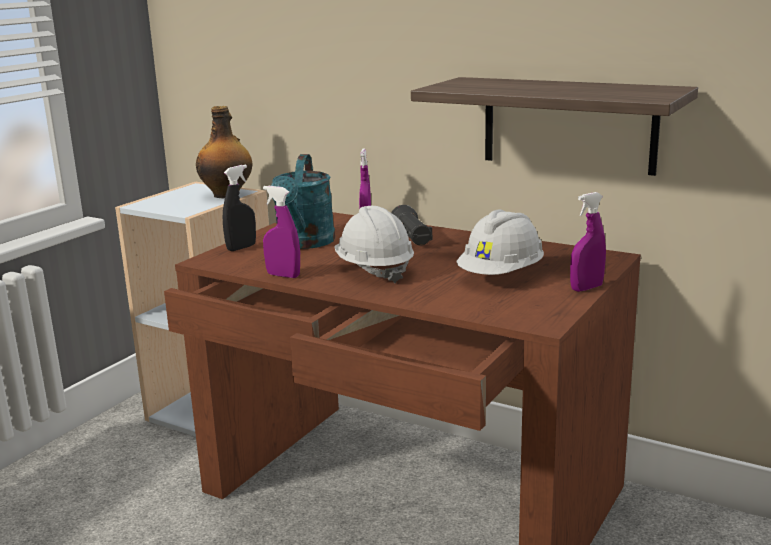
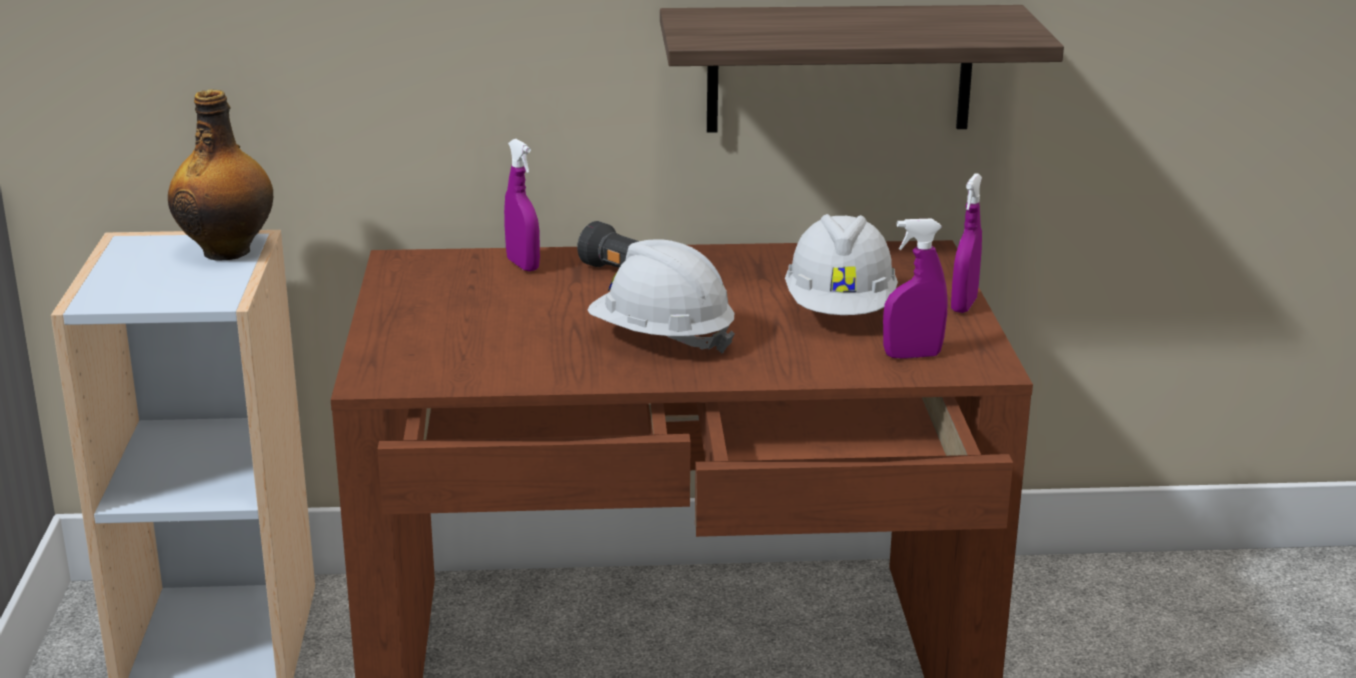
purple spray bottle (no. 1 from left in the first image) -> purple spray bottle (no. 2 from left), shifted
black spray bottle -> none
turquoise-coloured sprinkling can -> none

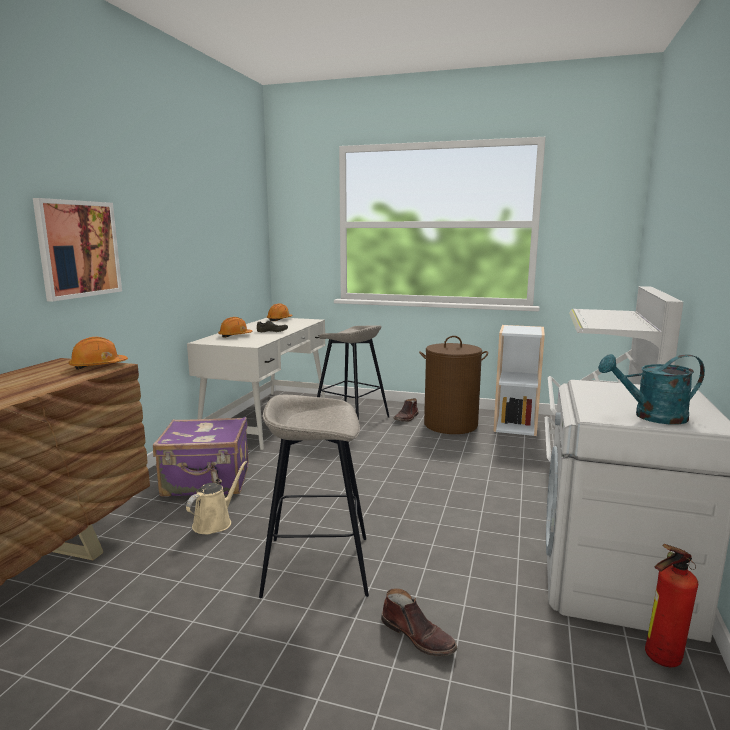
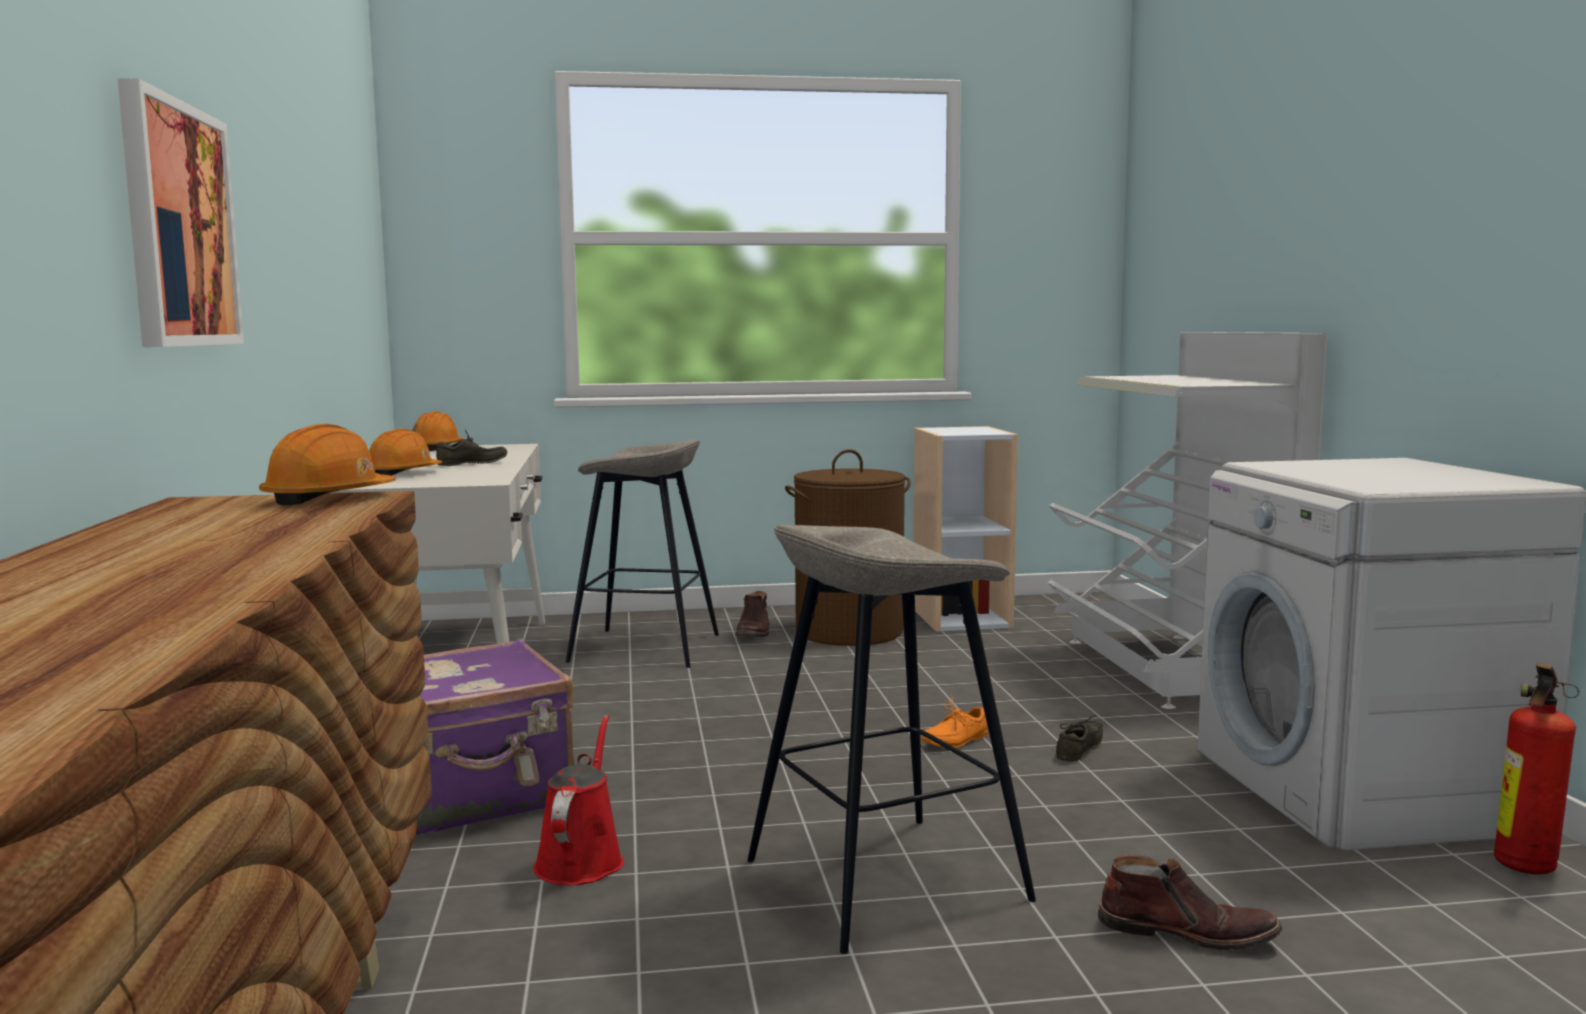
sand-coloured sprinkling can -> reddish sprinkling can
none -> orangey shoe
none -> gray shoe (no. 2 from left)
turquoise-coloured sprinkling can -> none

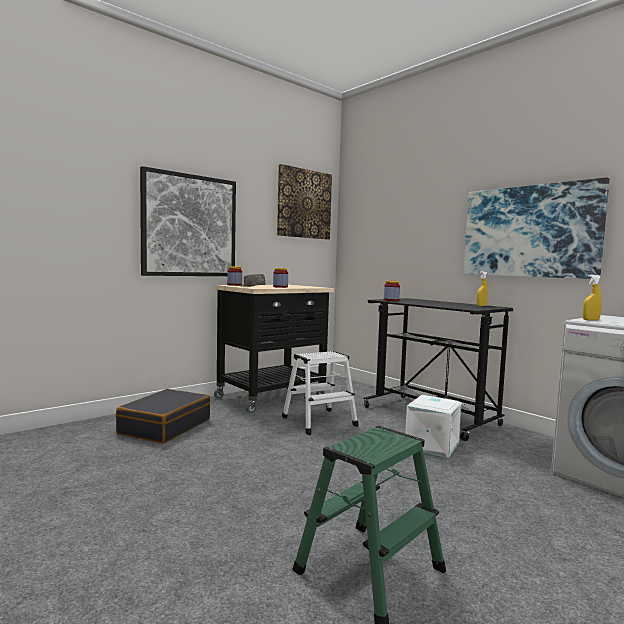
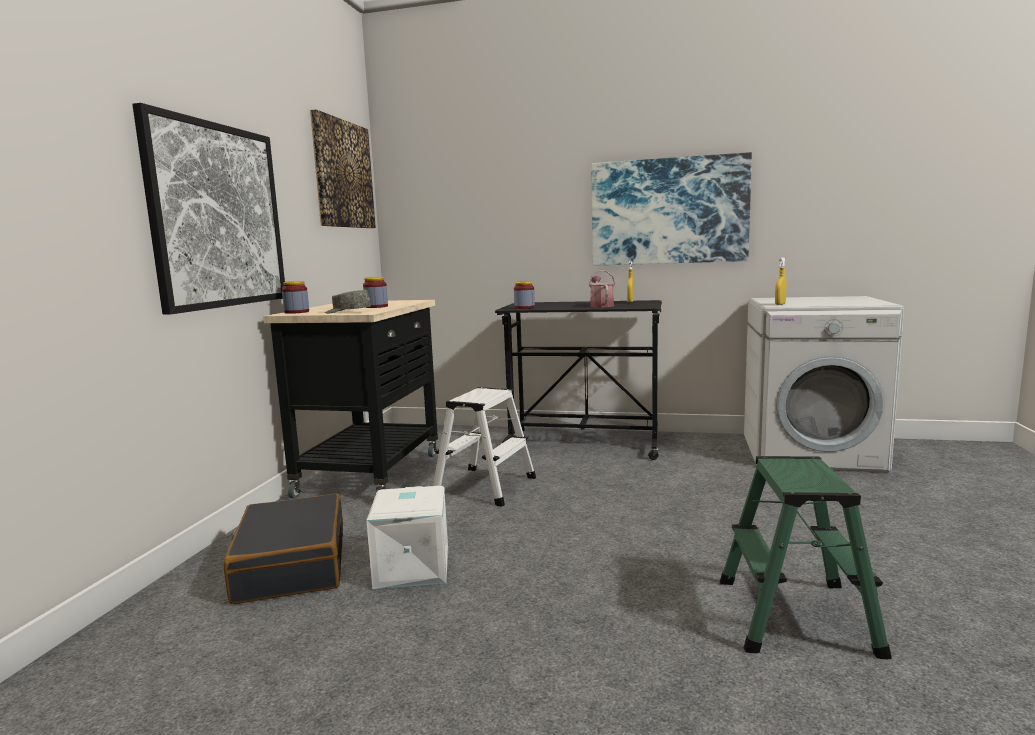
whitish storage box, shifted
none -> sprinkling can

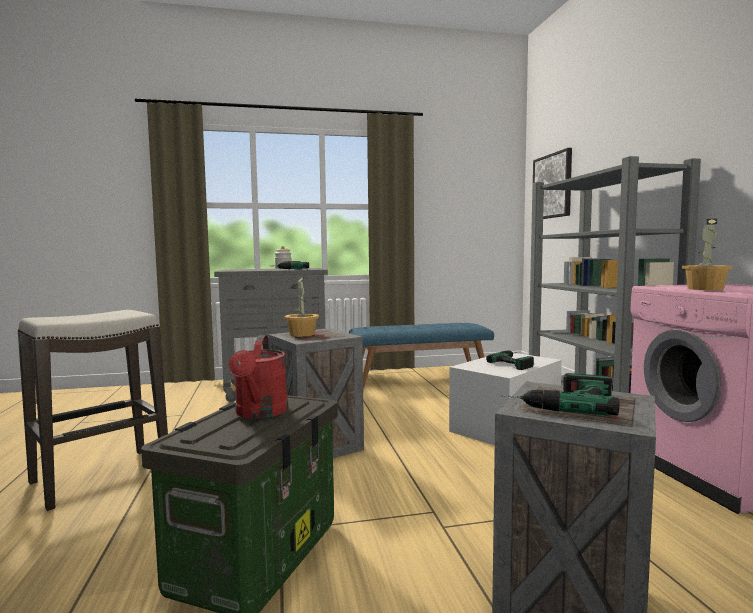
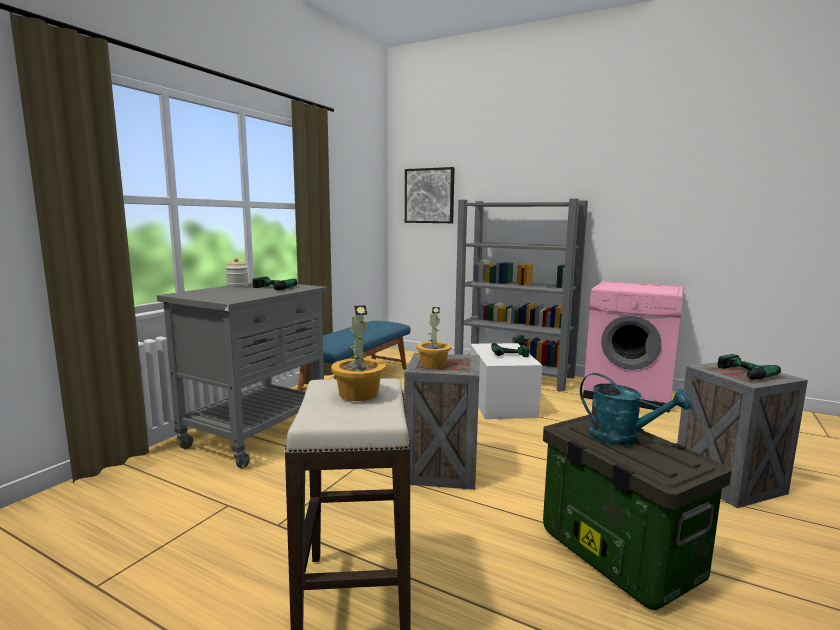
houseplant (no. 2 from left in the first image) -> houseplant (no. 1 from left), shifted
reddish sprinkling can -> turquoise-coloured sprinkling can

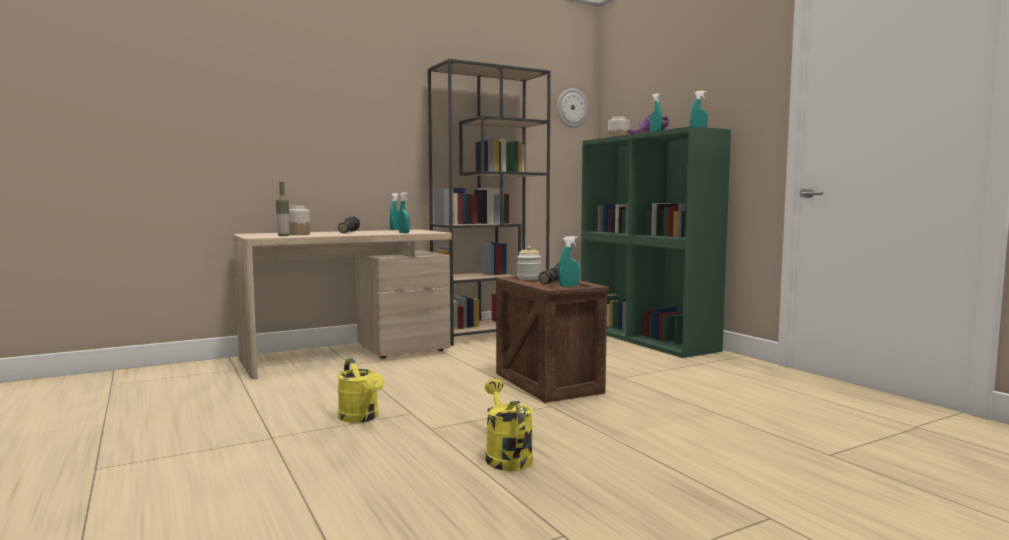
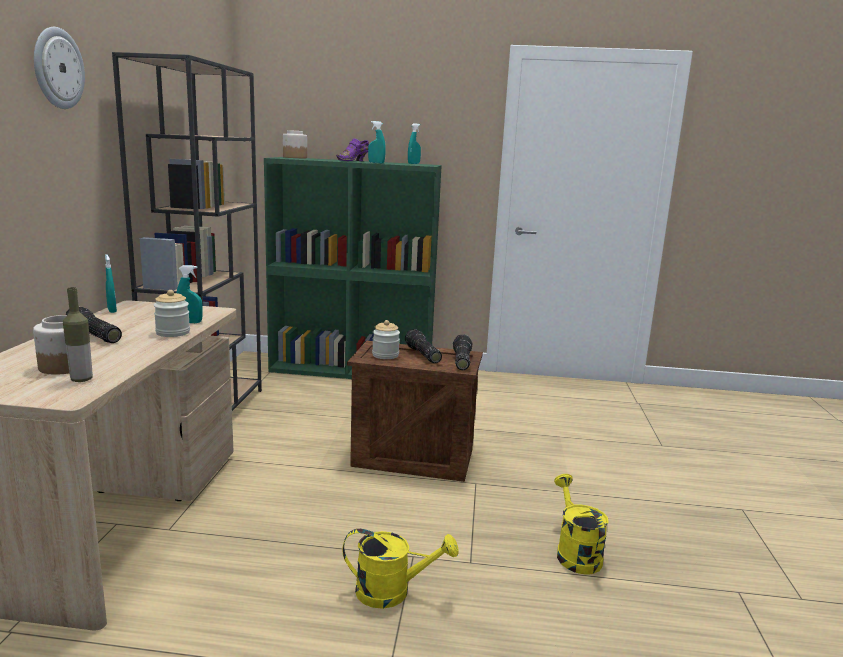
clock on the wall, shifted
none -> preserve jar (no. 2 from left)
turquoise-coloured spray bottle (no. 3 from left) -> hand torch (no. 3 from left)
yellowish sprinkling can (no. 2 from left), 60 degrees clockwise

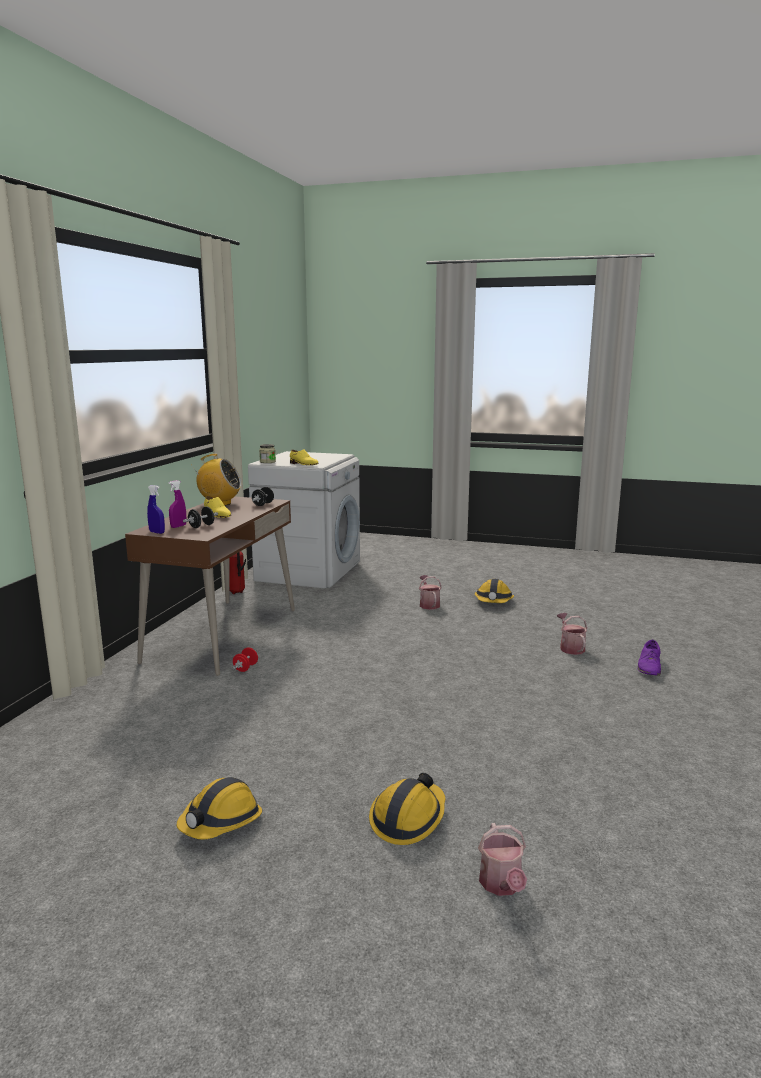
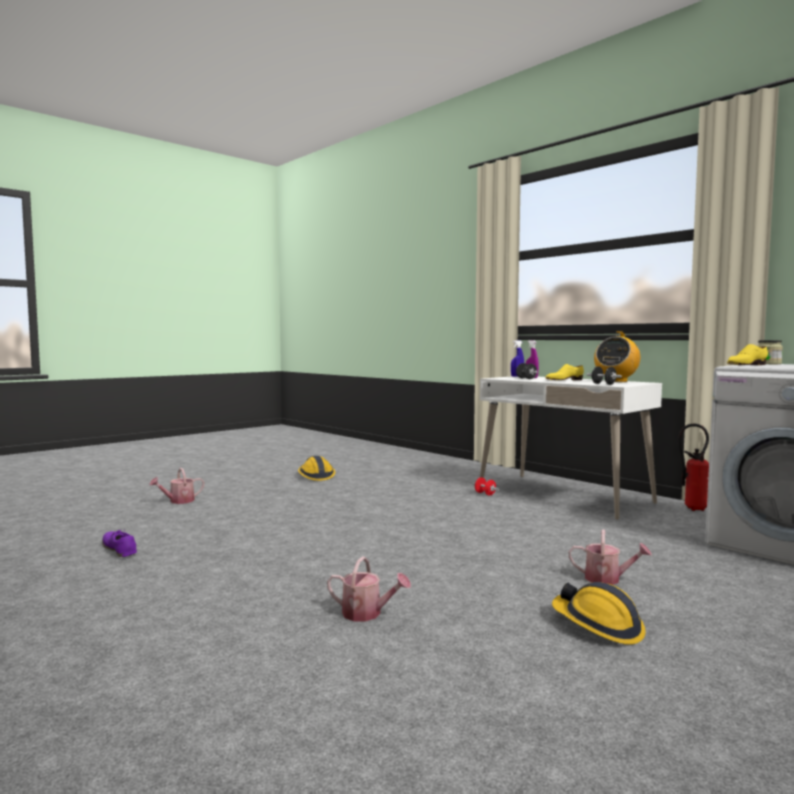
purple shoe, shifted
sprinkling can (no. 2 from left in the first image) -> sprinkling can (no. 1 from left), 60 degrees counterclockwise
brown-coloured desk table -> whitish desk table
hard hat (no. 2 from left) -> none

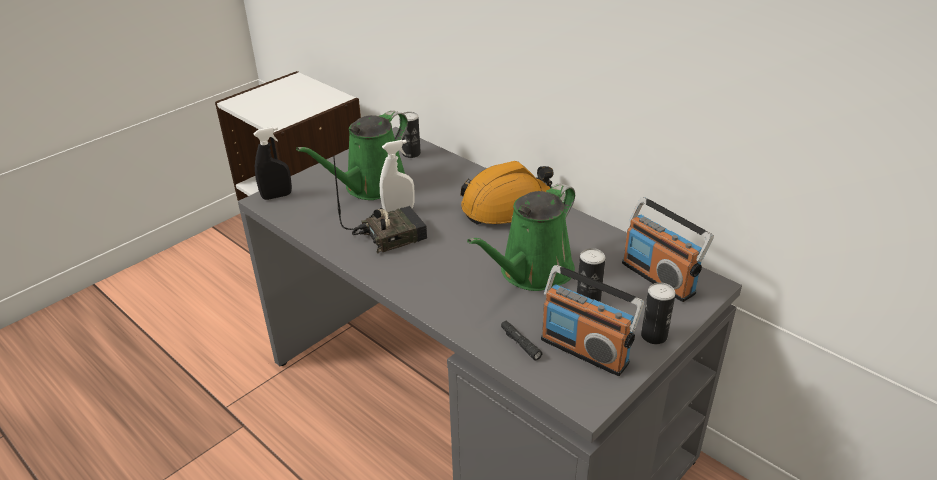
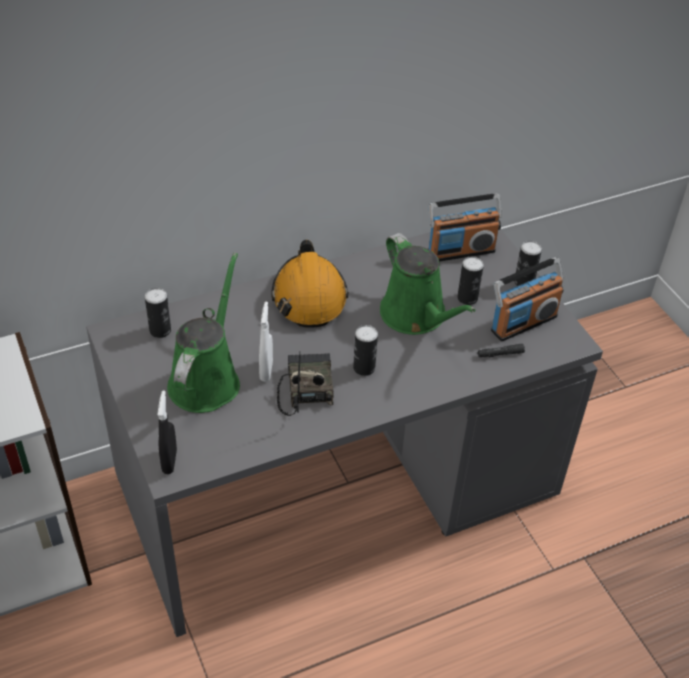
green sprinkling can (no. 1 from left), 135 degrees counterclockwise
none -> can (no. 2 from left)

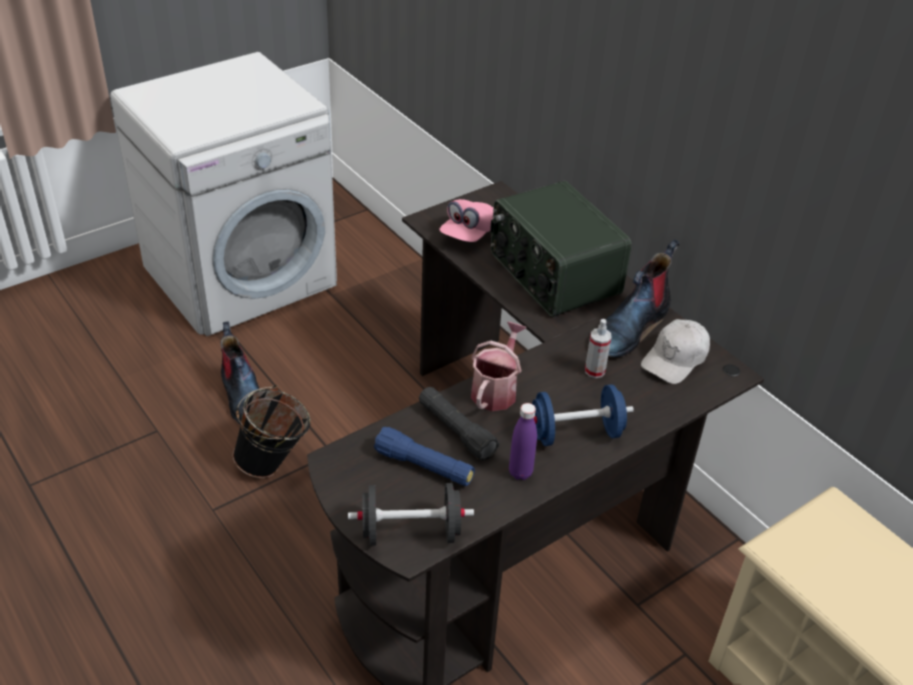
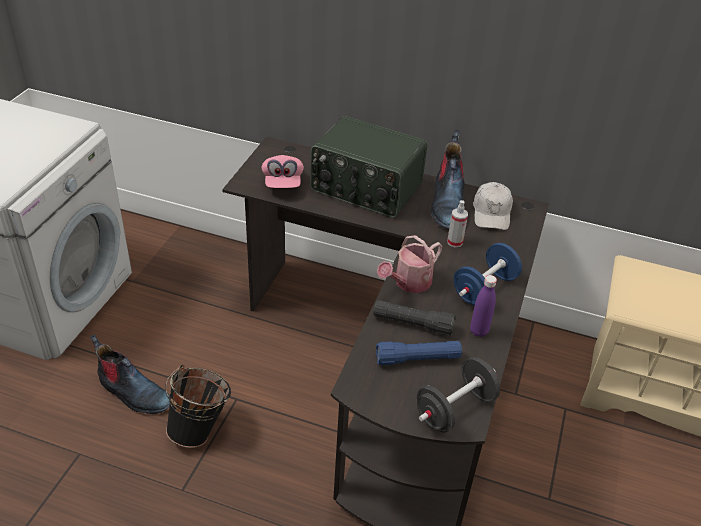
sprinkling can, 120 degrees counterclockwise

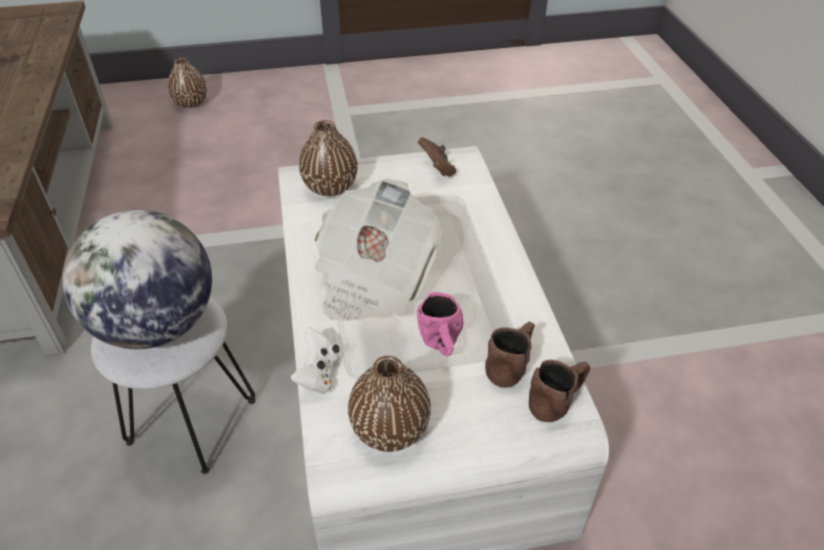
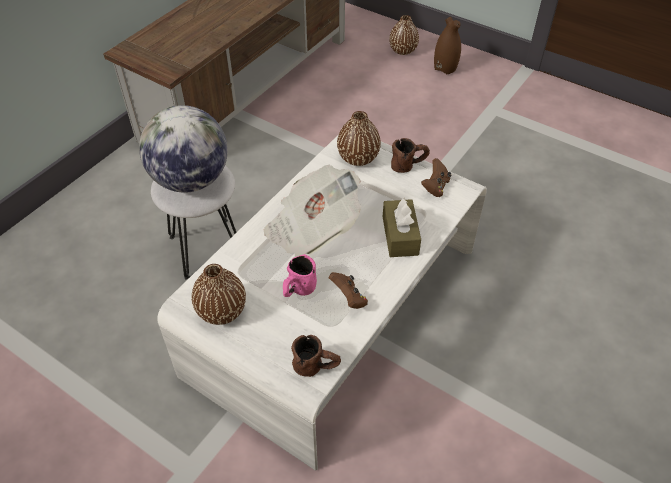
none -> brown-coloured gamepad (no. 1 from left)
none -> brown-coloured tissue holder
brown-coloured coffee mug (no. 1 from left in the first image) -> brown-coloured coffee mug (no. 2 from left), shifted
none -> brown-coloured decorative vase (no. 4 from left)
whitish gamepad -> none

